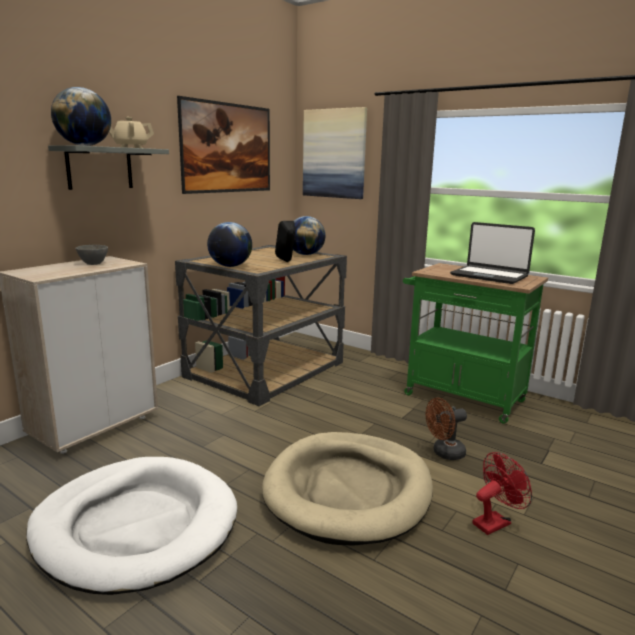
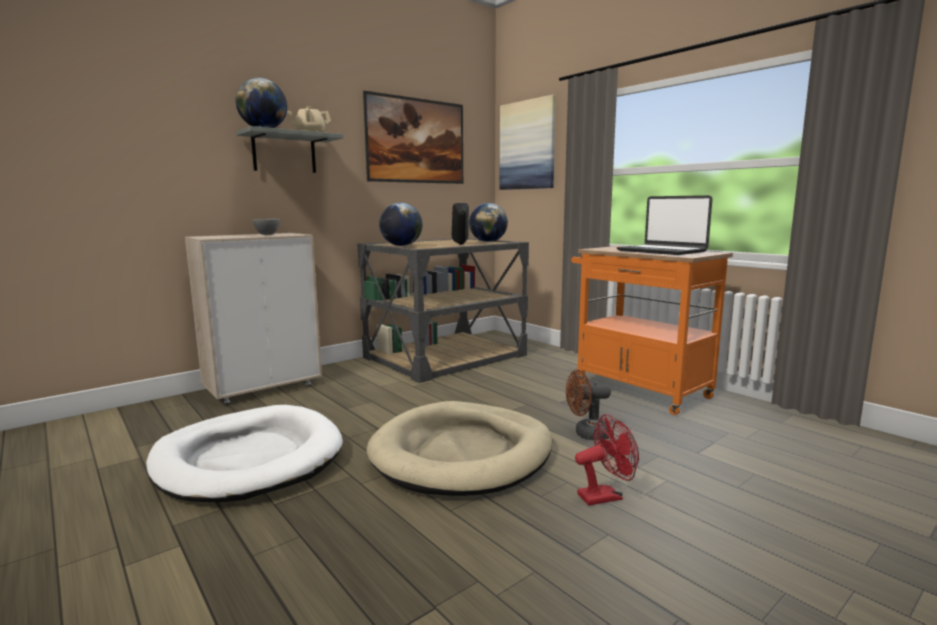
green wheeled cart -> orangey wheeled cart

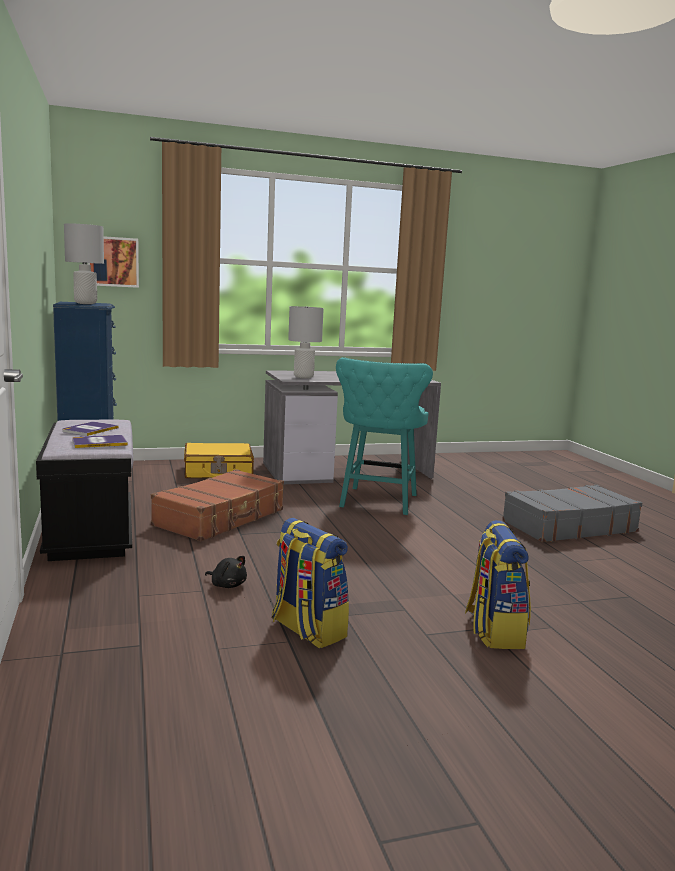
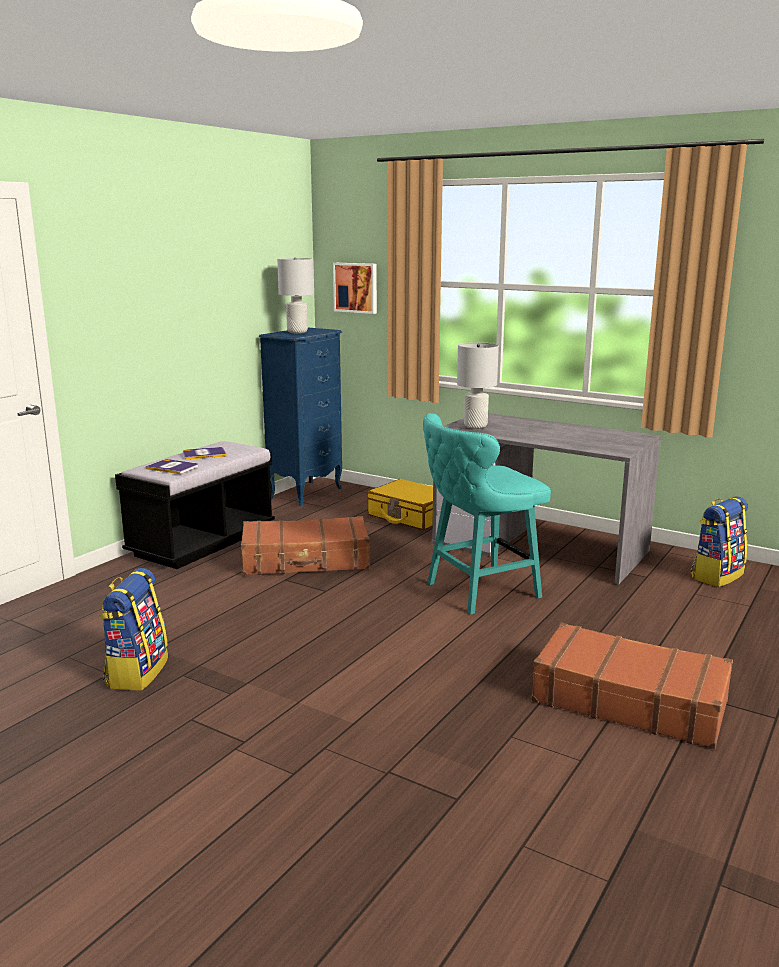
gray suitcase -> brown-coloured suitcase (no. 2 from left)
rucksack (no. 2 from left), shifted
black plush toy -> none

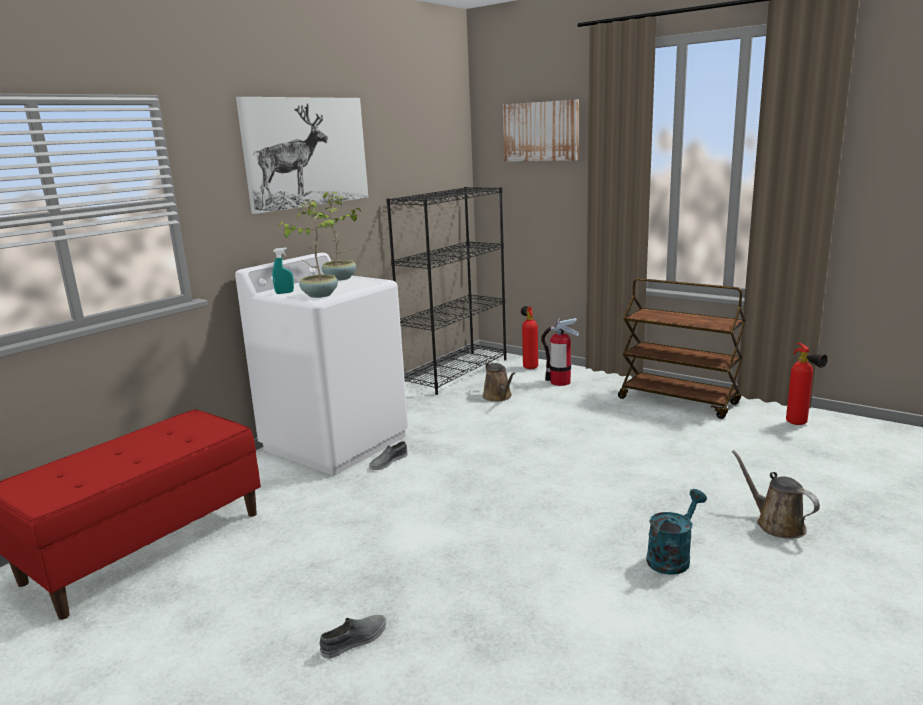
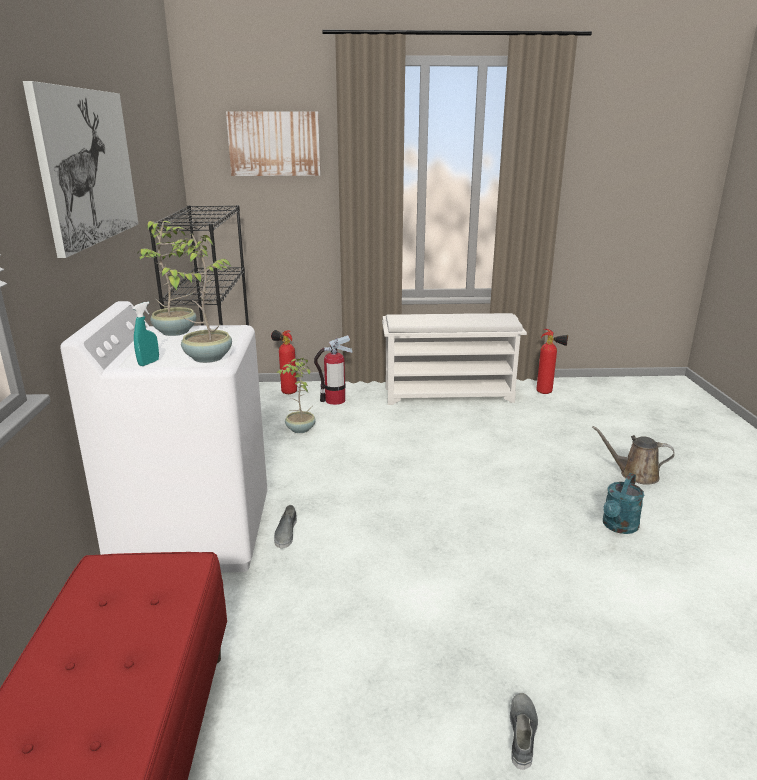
brown-coloured sprinkling can (no. 1 from left) -> houseplant (no. 3 from left)
brown-coloured wheeled cart -> whitish shoe stand
turquoise-coloured sprinkling can, 150 degrees counterclockwise

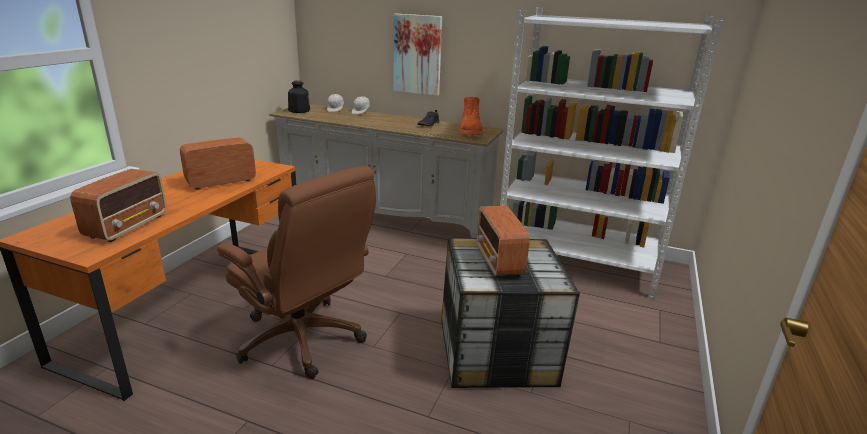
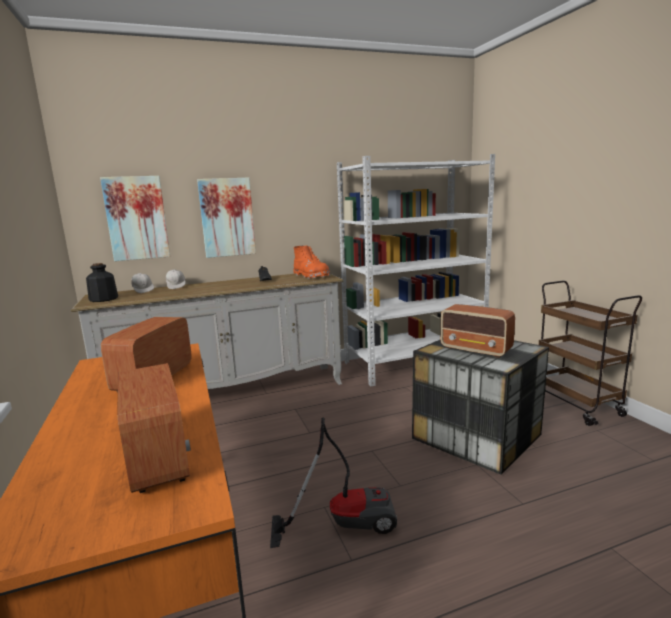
none -> wall art (no. 1 from left)
brown-coloured computer chair -> vacuum cleaner
none -> brown-coloured wheeled cart

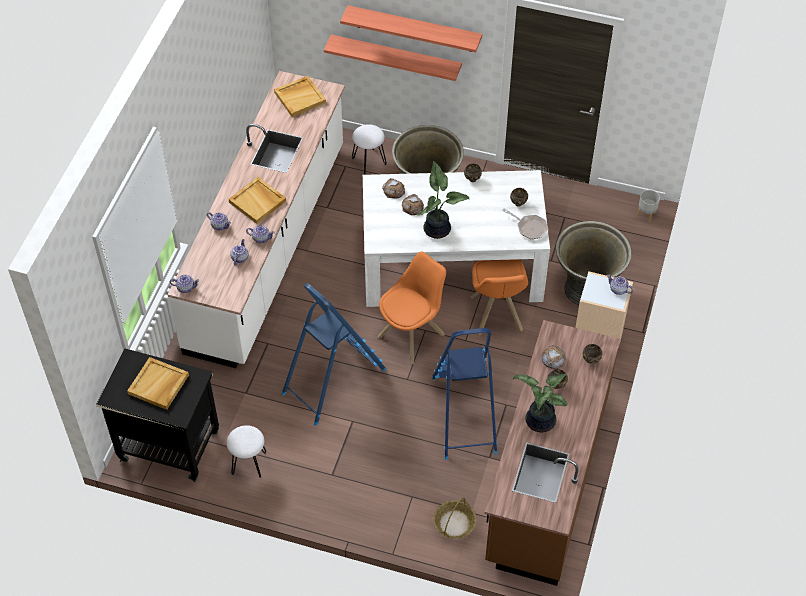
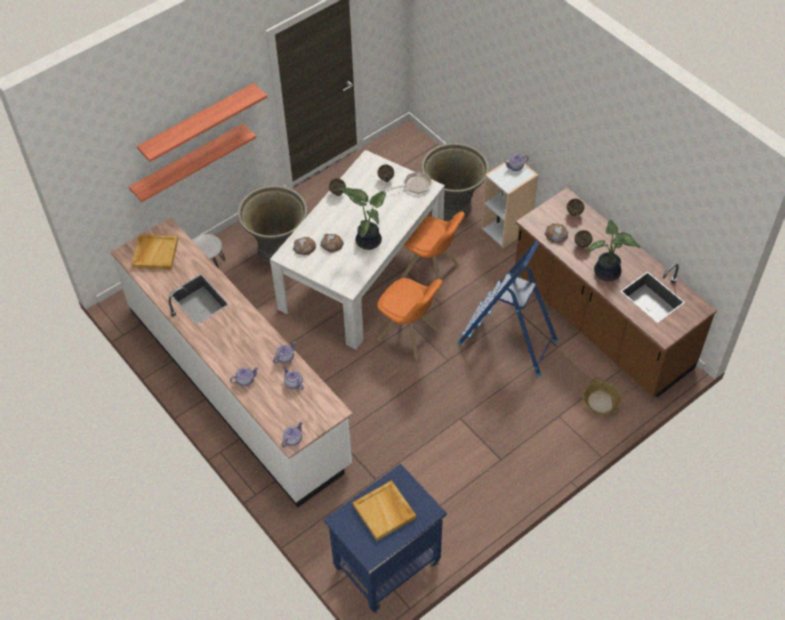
black wheeled cart -> blue wheeled cart
orangey chair (no. 1 from left), 135 degrees clockwise
whitish stool seat (no. 1 from left) -> none
sand-coloured tray (no. 2 from left) -> none
blue stepladder (no. 1 from left) -> none
gray planter (no. 3 from left) -> none

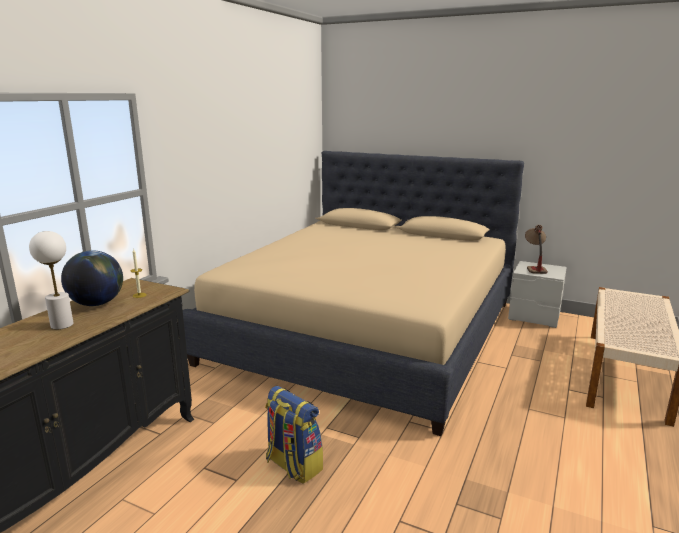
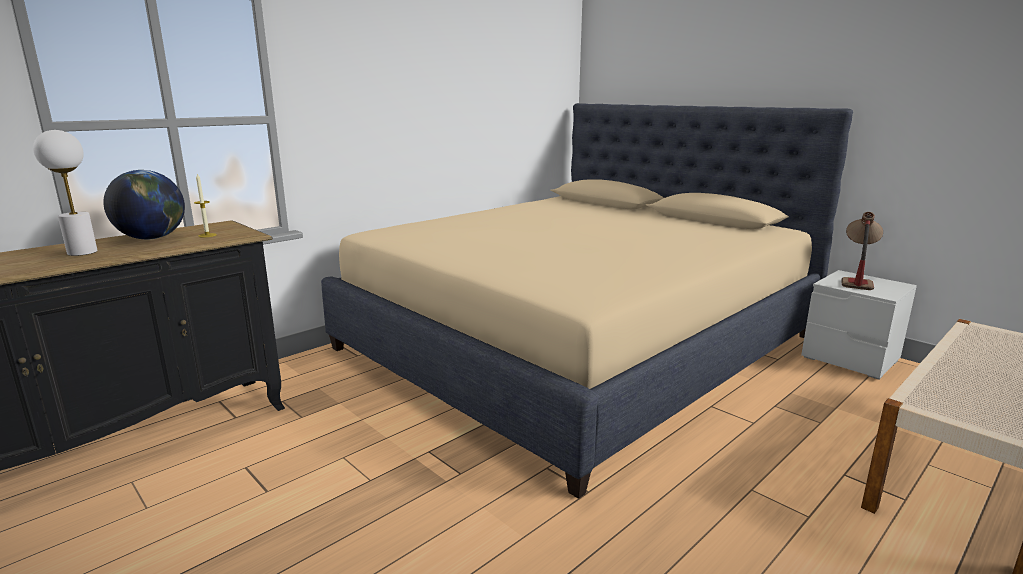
rucksack -> none

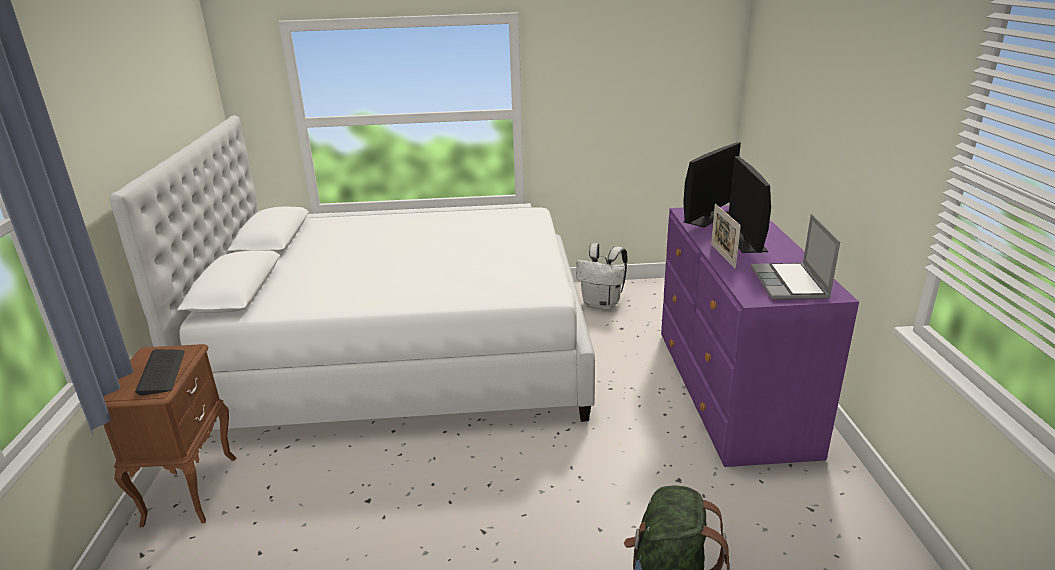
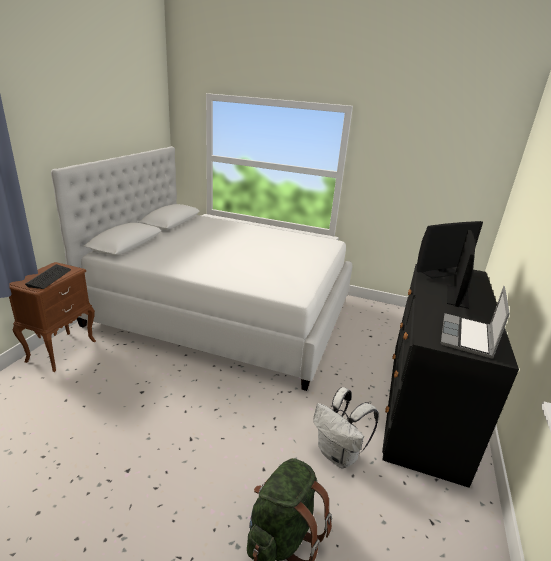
whitish rucksack, shifted
purple chest of drawers -> black chest of drawers
standing frame -> none

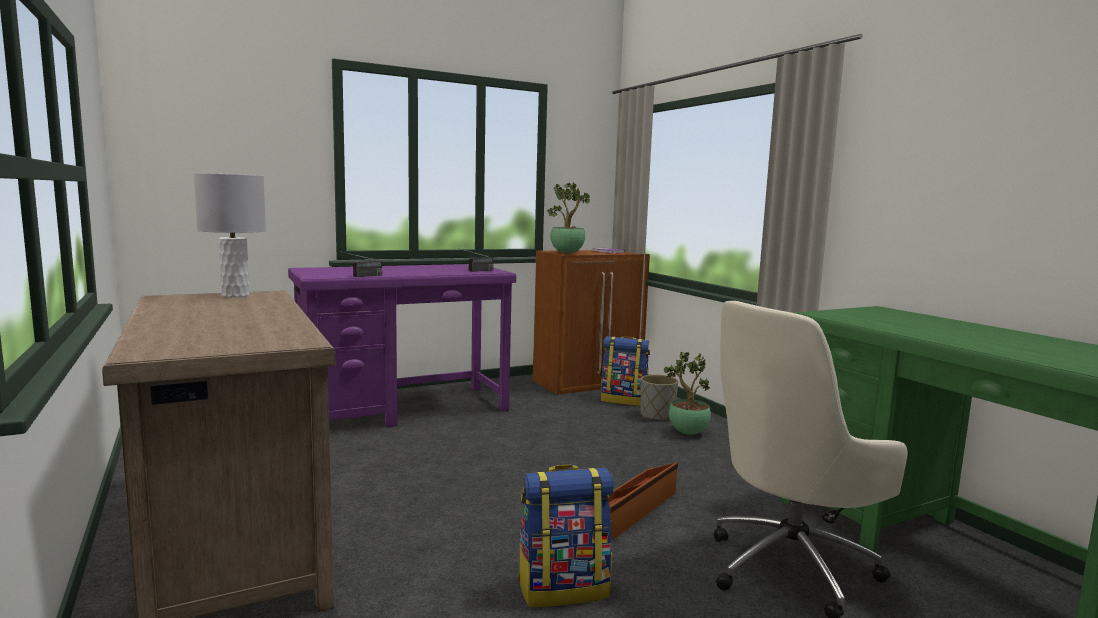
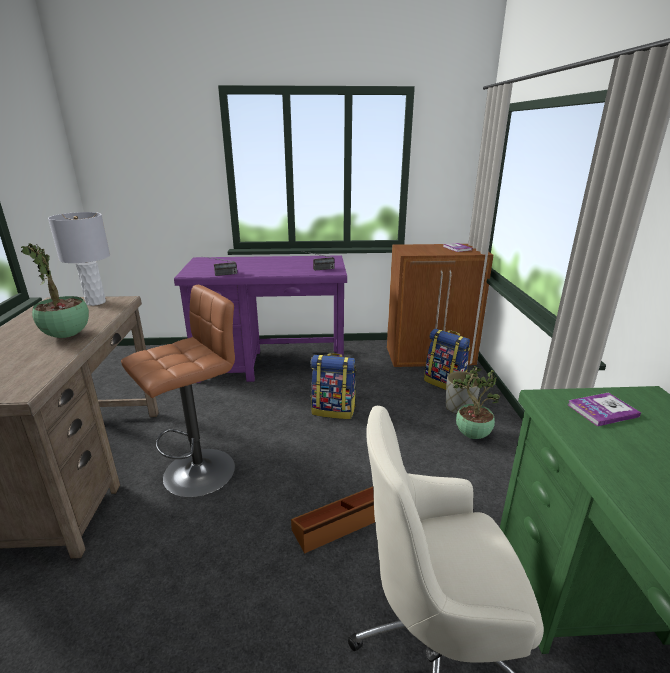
houseplant (no. 1 from left), shifted
none -> brown-coloured stool seat
rucksack (no. 1 from left), shifted
none -> book (no. 2 from left)

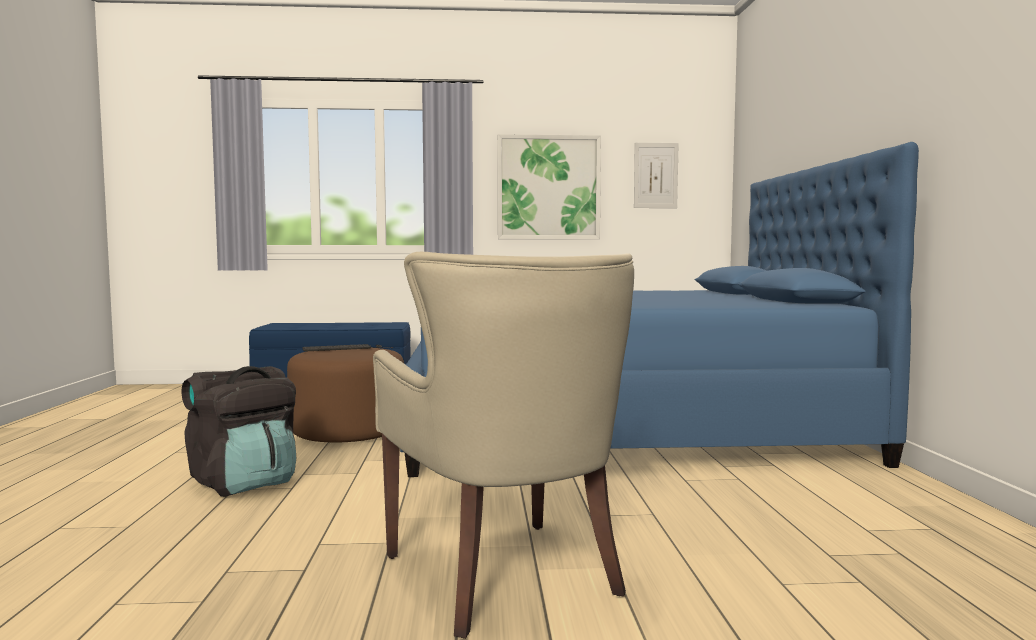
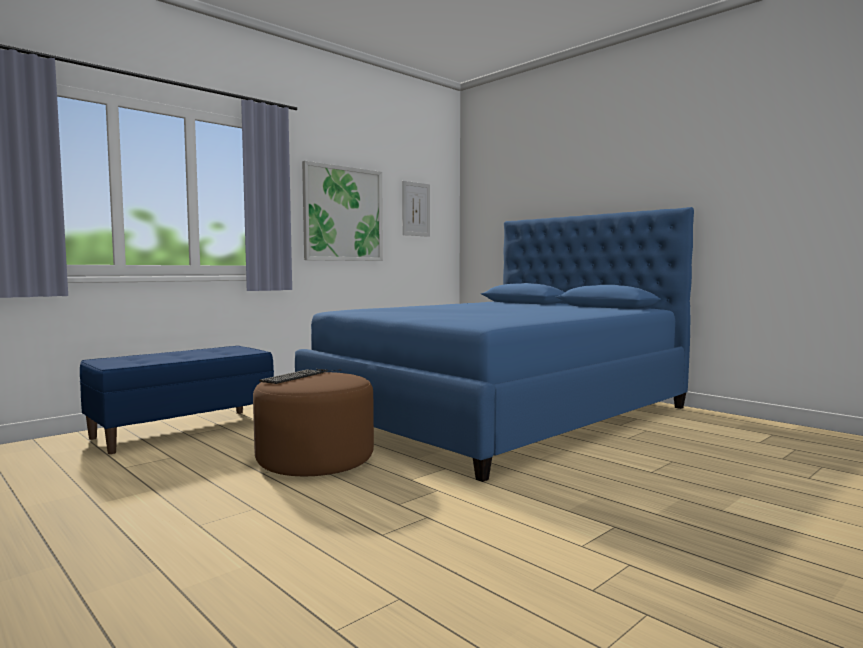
black rucksack -> none
sand-coloured armchair -> none

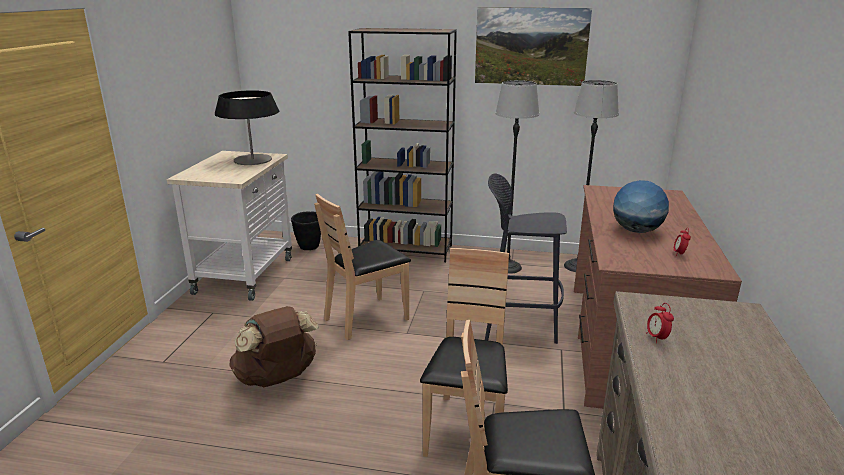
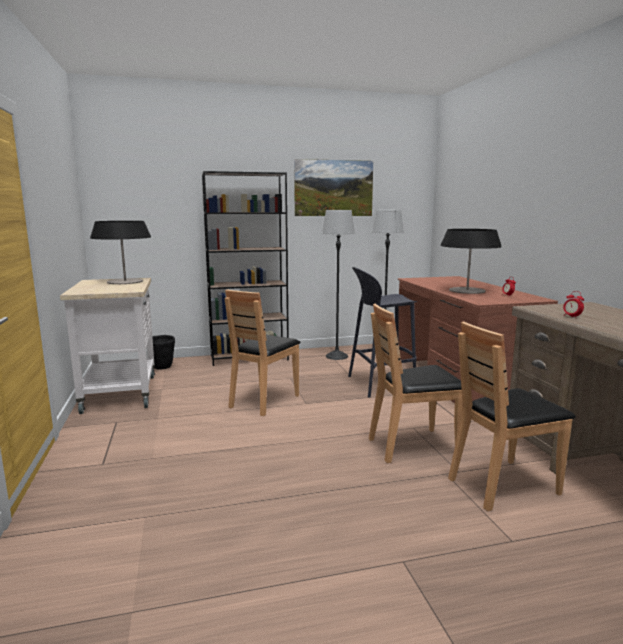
brown-coloured chair (no. 2 from left), 90 degrees counterclockwise
world globe -> lamp for a table (no. 2 from left)
brown-coloured rucksack -> none

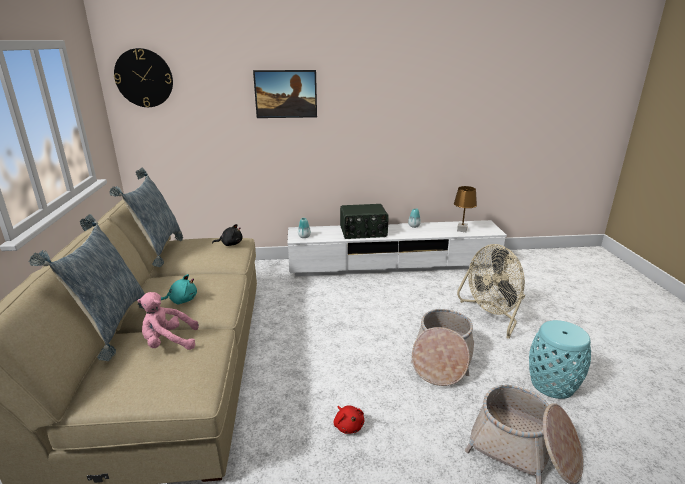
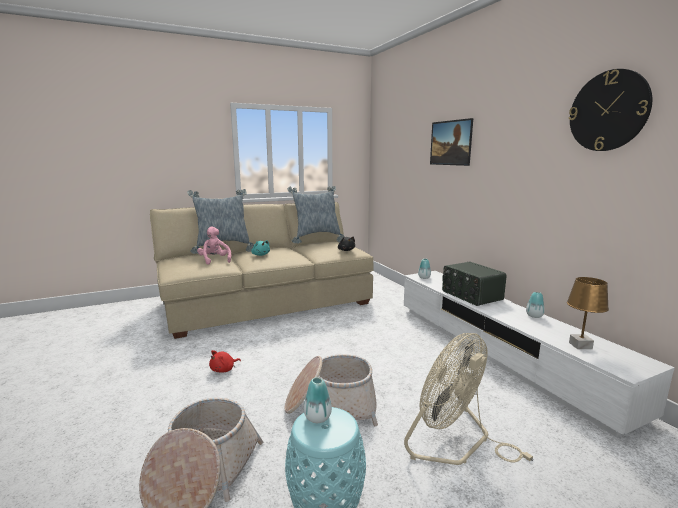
none -> decorative vase (no. 1 from left)
clock on the wall, shifted

